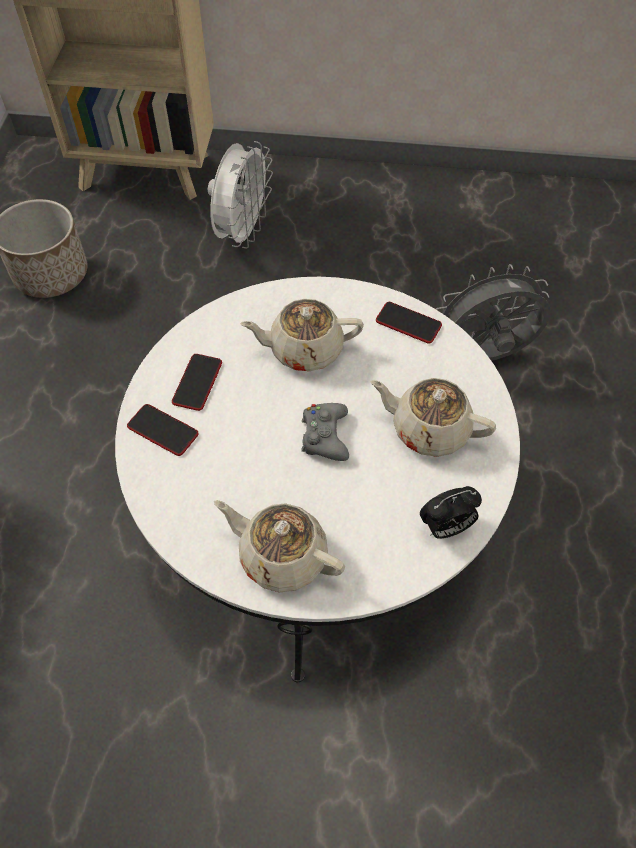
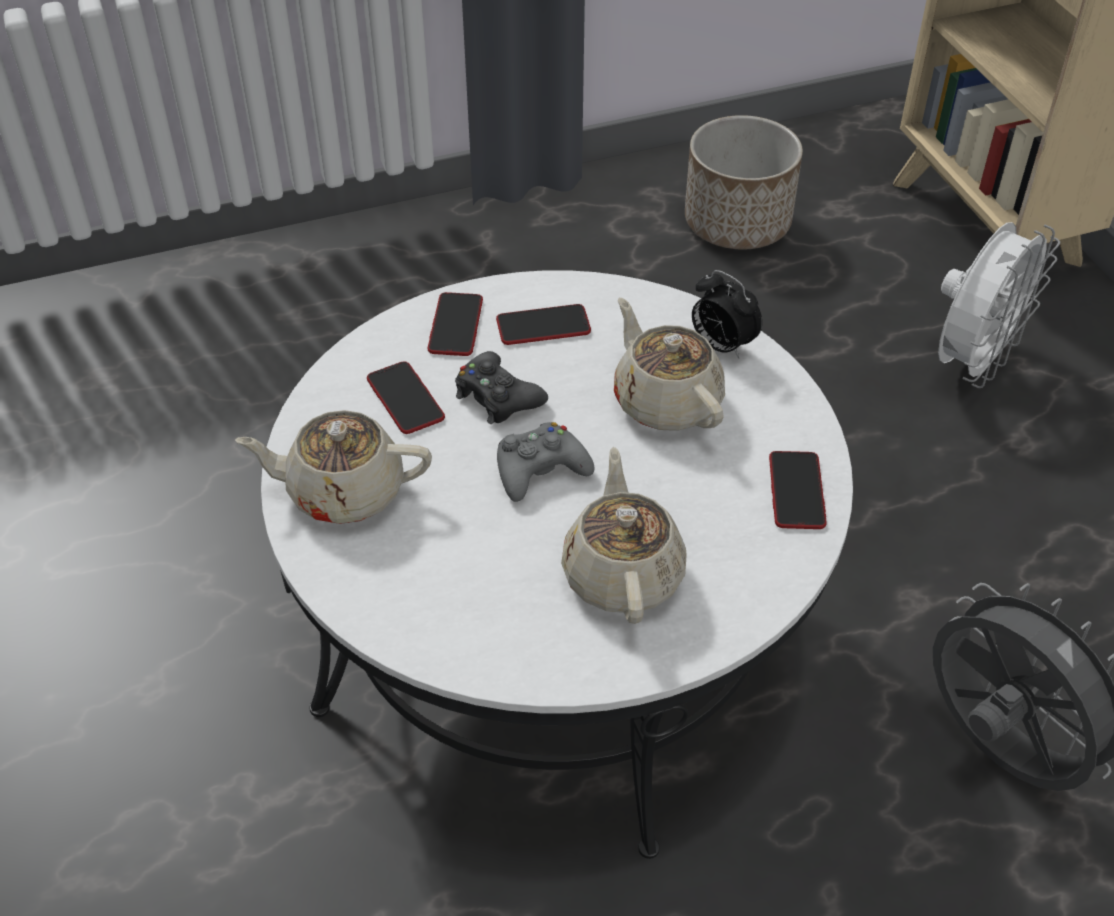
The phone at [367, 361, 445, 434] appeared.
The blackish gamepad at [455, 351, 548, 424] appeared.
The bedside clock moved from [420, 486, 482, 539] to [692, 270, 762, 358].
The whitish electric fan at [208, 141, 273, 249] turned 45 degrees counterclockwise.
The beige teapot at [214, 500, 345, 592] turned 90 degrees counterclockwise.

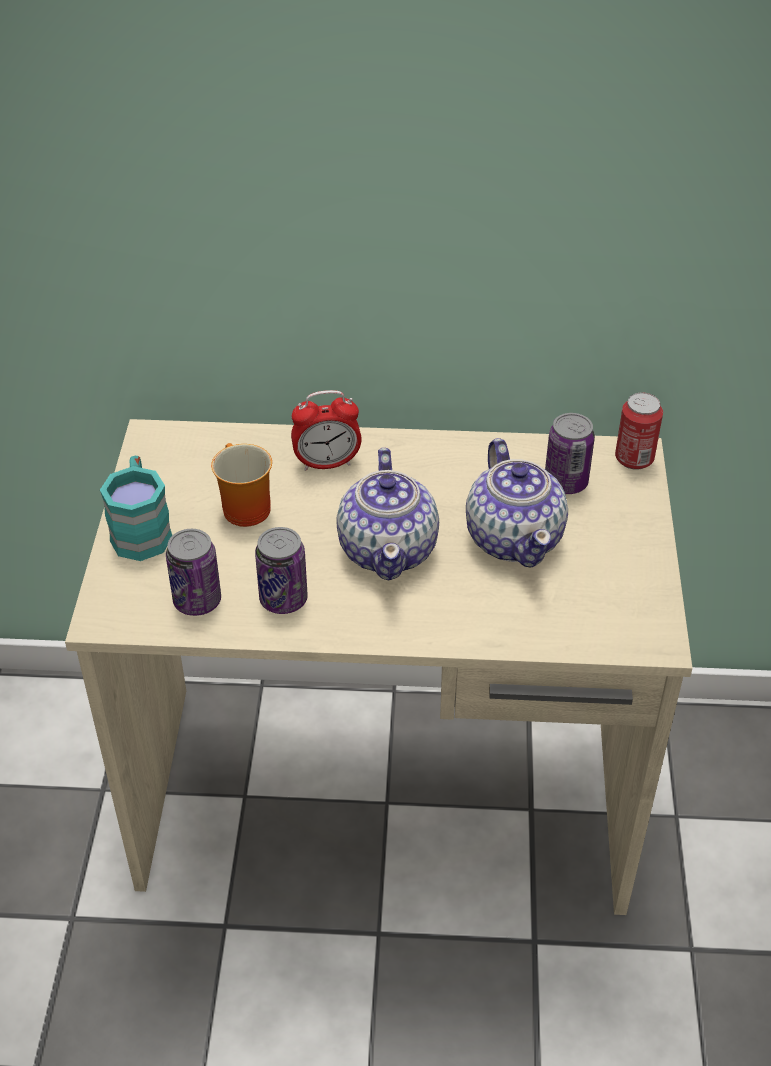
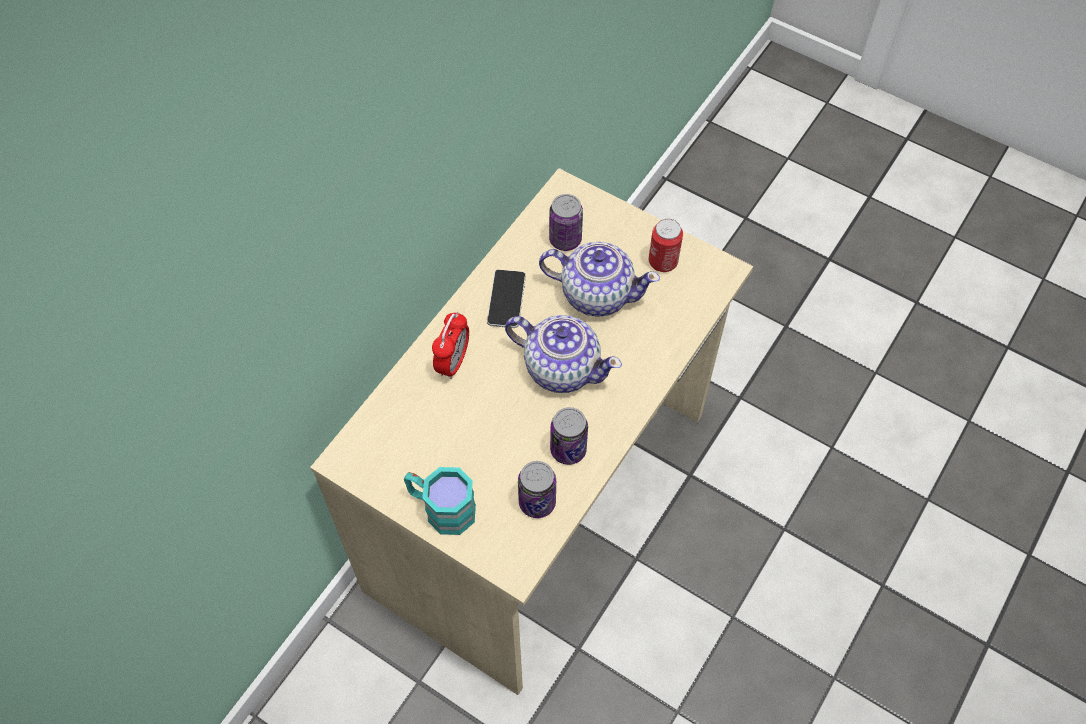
The tea mug at [211, 443, 272, 527] disappeared.
The phone at [487, 269, 526, 328] appeared.
The sealed can moved from [615, 392, 663, 470] to [649, 219, 683, 272].

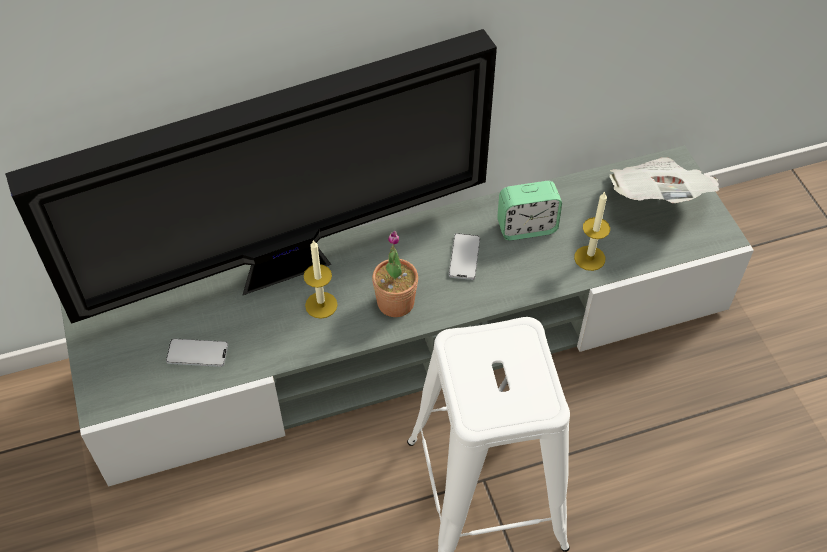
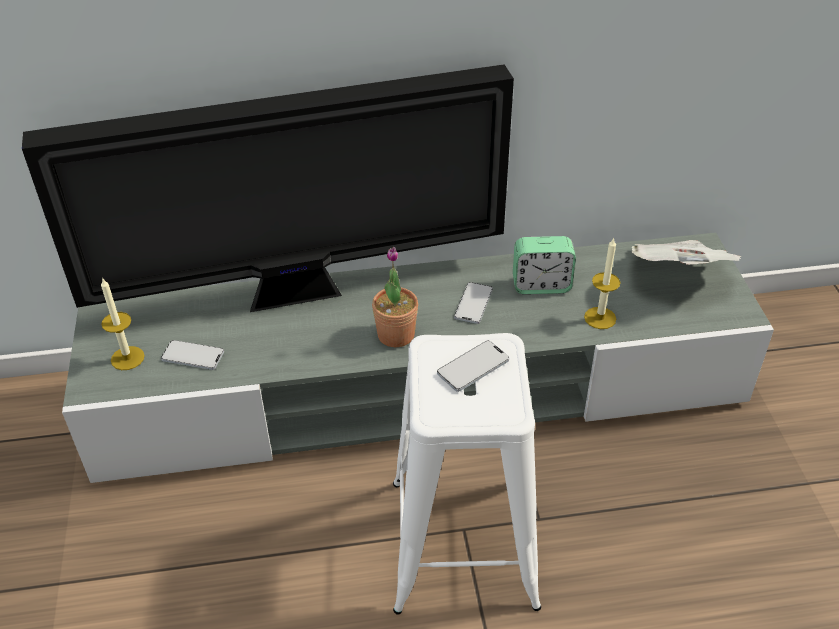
The phone at [437, 340, 509, 392] appeared.
The candle moved from [304, 240, 338, 319] to [101, 277, 145, 370].

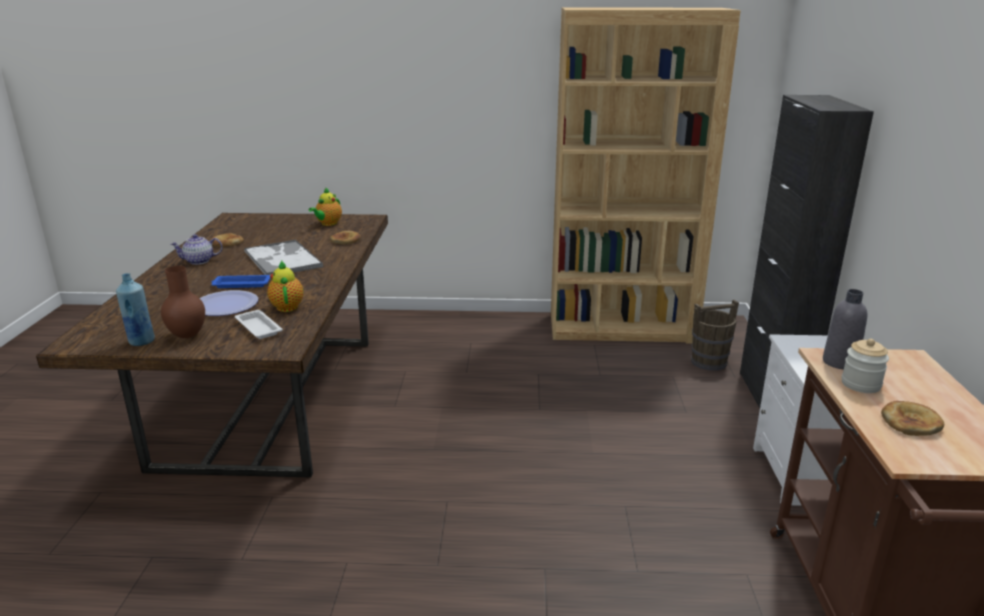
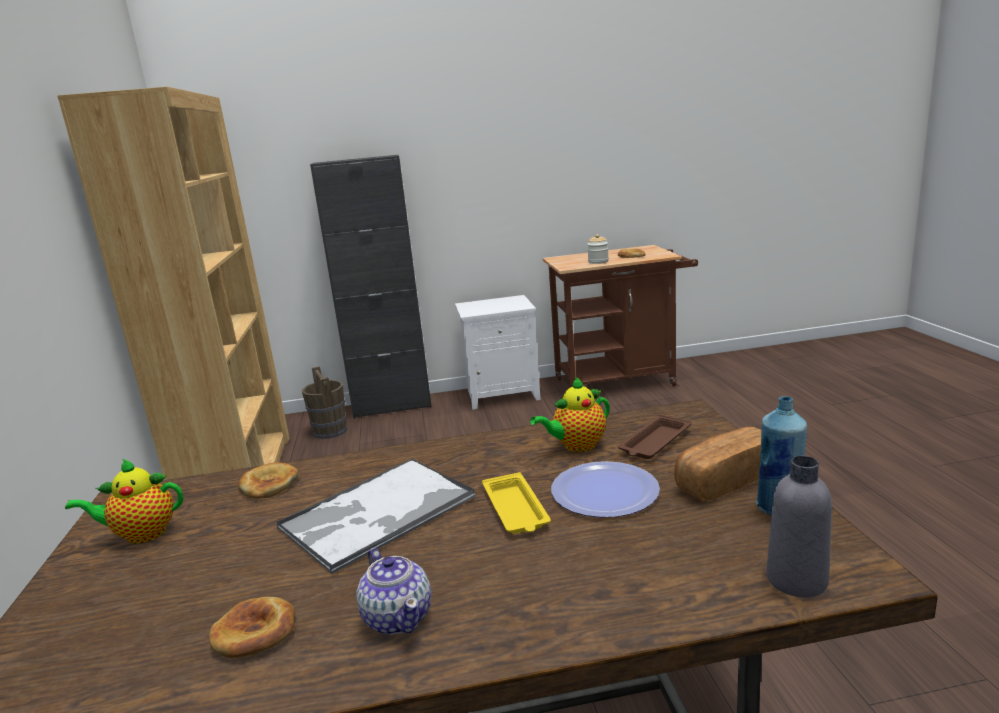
The greyish bottle moved from [823, 289, 867, 370] to [766, 456, 832, 598].
The brown-coloured vase at [161, 266, 205, 338] was replaced by the bakery bread at [674, 427, 762, 501].
The blue-coloured carrying tray at [211, 274, 271, 288] became the yellow carrying tray at [482, 472, 551, 534].
The whitish carrying tray at [235, 310, 283, 339] became the brown-coloured carrying tray at [618, 414, 692, 459].
The teapot at [309, 187, 342, 226] turned 150 degrees clockwise.

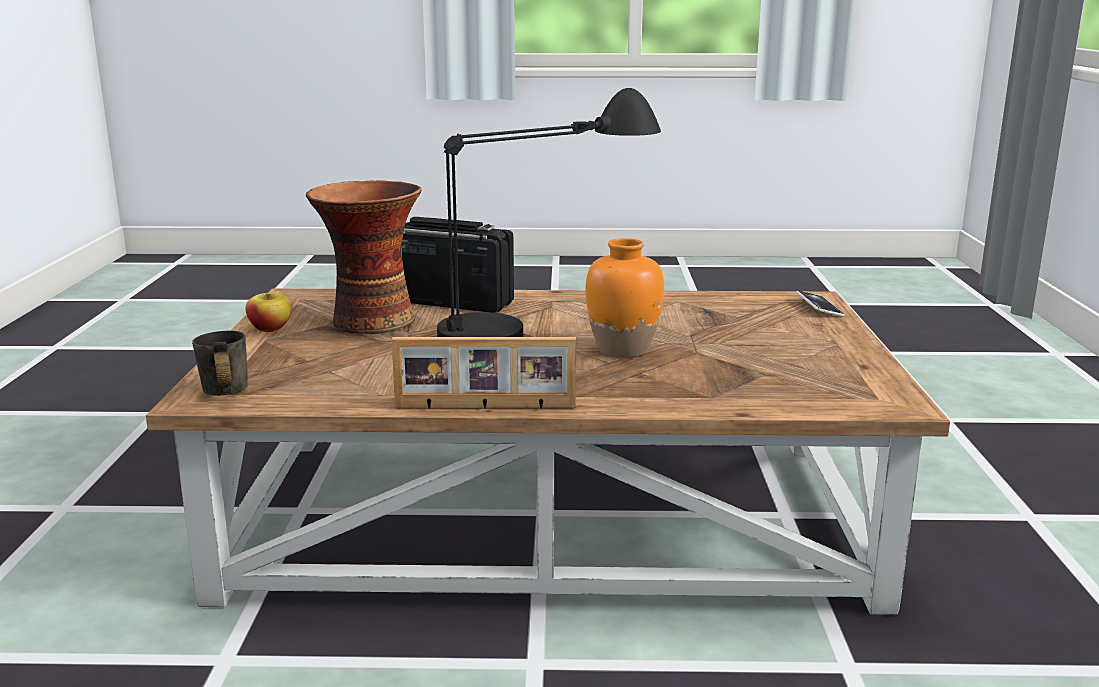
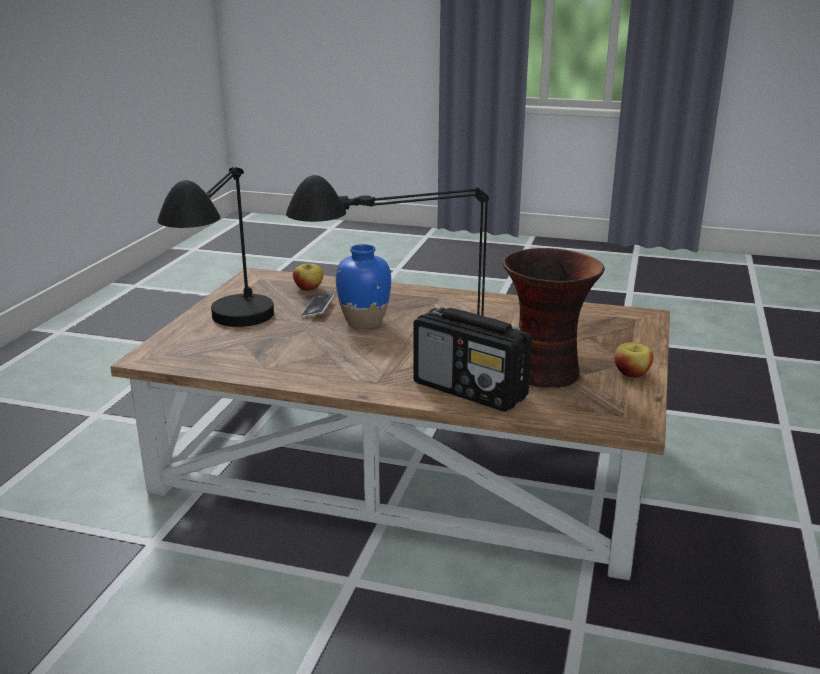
The greyish tea mug at [192, 331, 248, 396] disappeared.
The picture frame at [391, 337, 576, 409] disappeared.
The blackish tabletop lamp at [157, 167, 274, 327] appeared.
The apple fruit at [293, 264, 323, 291] appeared.
The phone moved from [796, 291, 845, 317] to [301, 294, 334, 318].
The orange-coloured vase at [585, 238, 664, 358] became the blue-coloured vase at [336, 244, 391, 329].

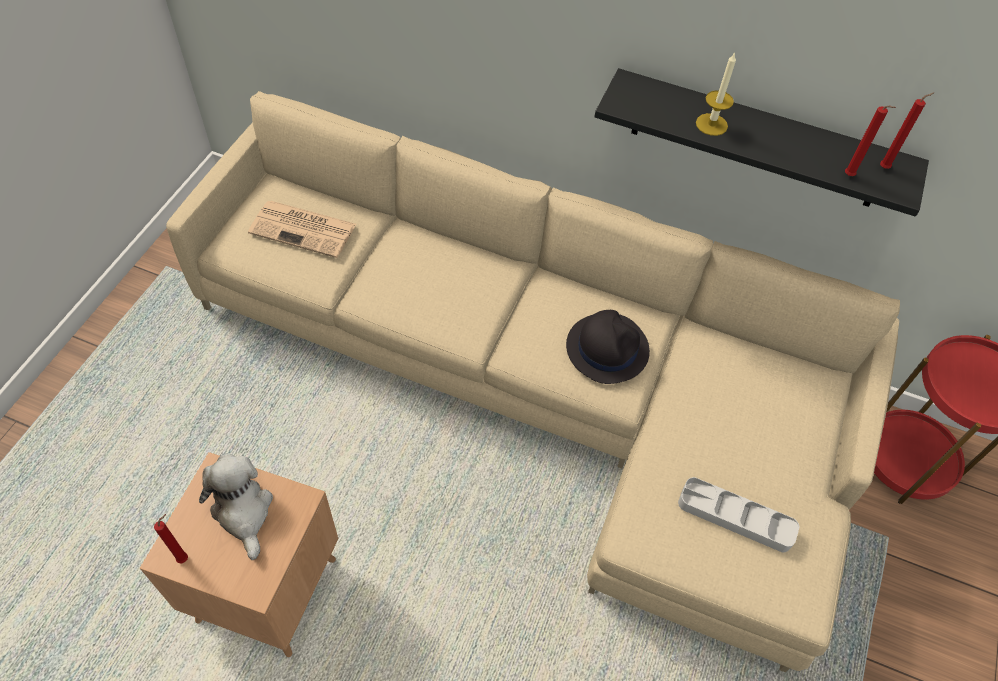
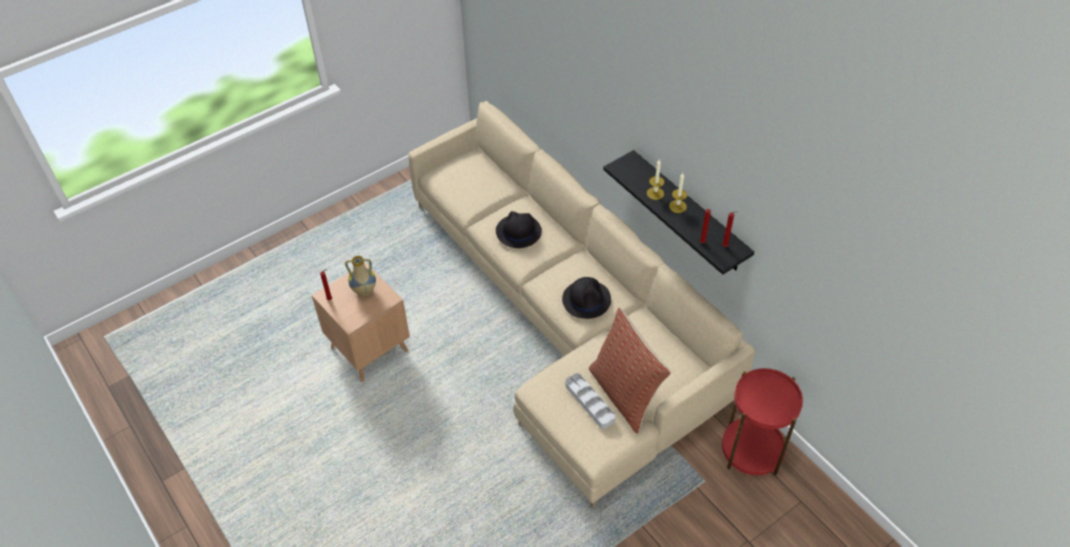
The printed paper at [248, 201, 356, 258] disappeared.
The blackish clothing hat at [496, 211, 542, 248] appeared.
The pillow at [589, 308, 671, 433] appeared.
The candle at [669, 173, 687, 213] appeared.
The soft toy at [199, 453, 273, 560] was replaced by the vase at [345, 256, 376, 297].

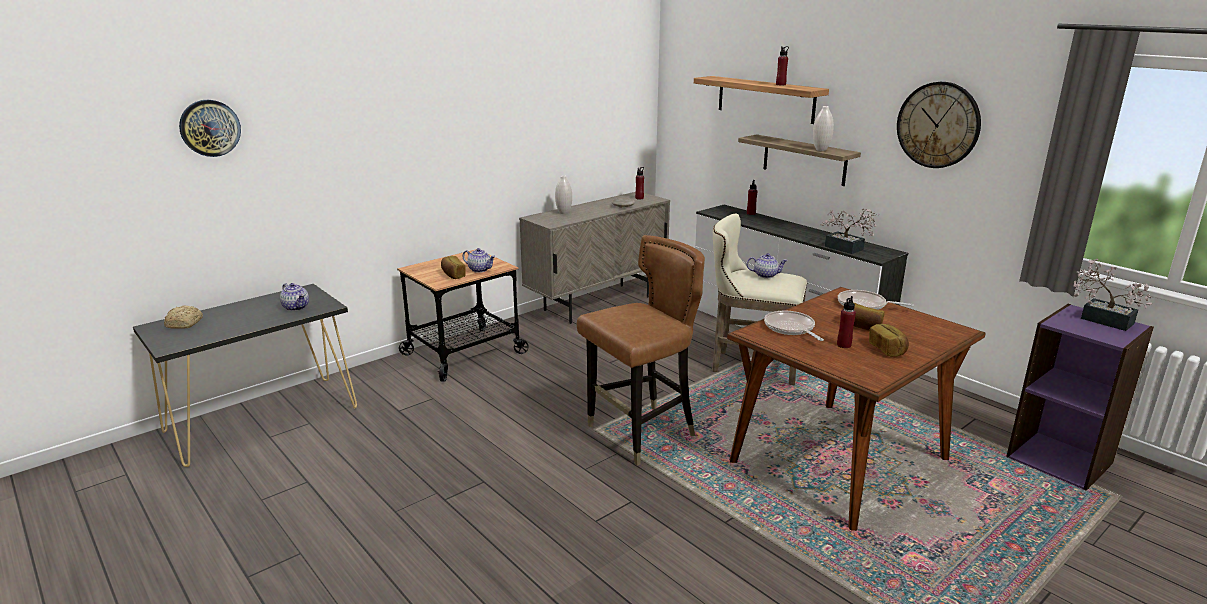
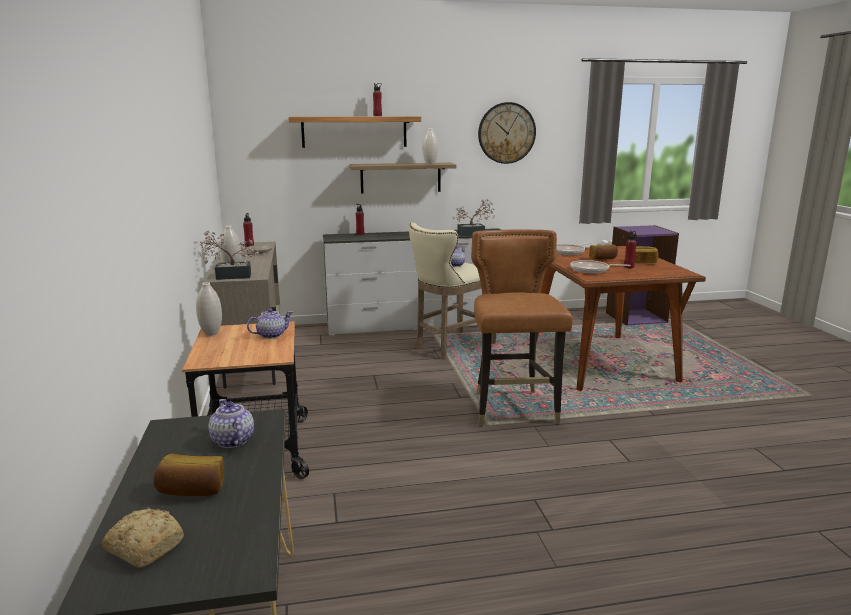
The wall clock at [179, 100, 241, 157] disappeared.
The whitish vase at [196, 282, 222, 336] appeared.
The bakery bread moved from [441, 256, 465, 279] to [153, 454, 224, 496].
The houseplant moved from [1074, 258, 1152, 331] to [199, 230, 259, 280].
The teapot at [280, 283, 309, 311] turned 105 degrees counterclockwise.

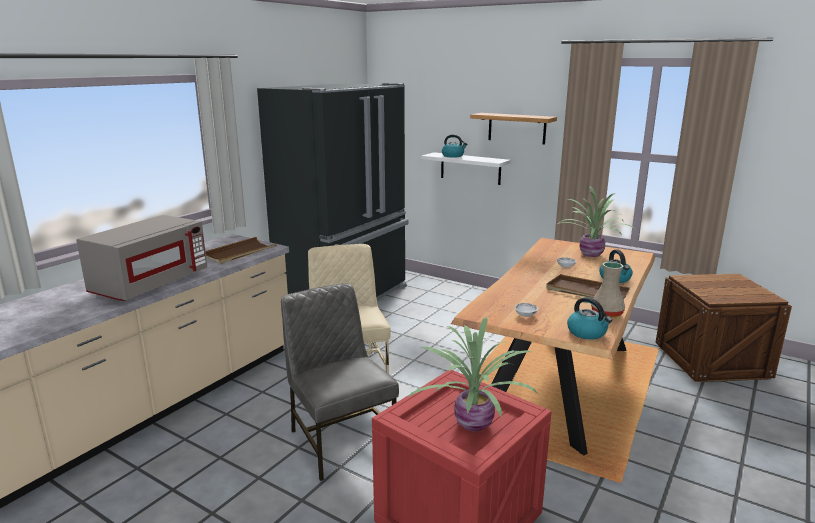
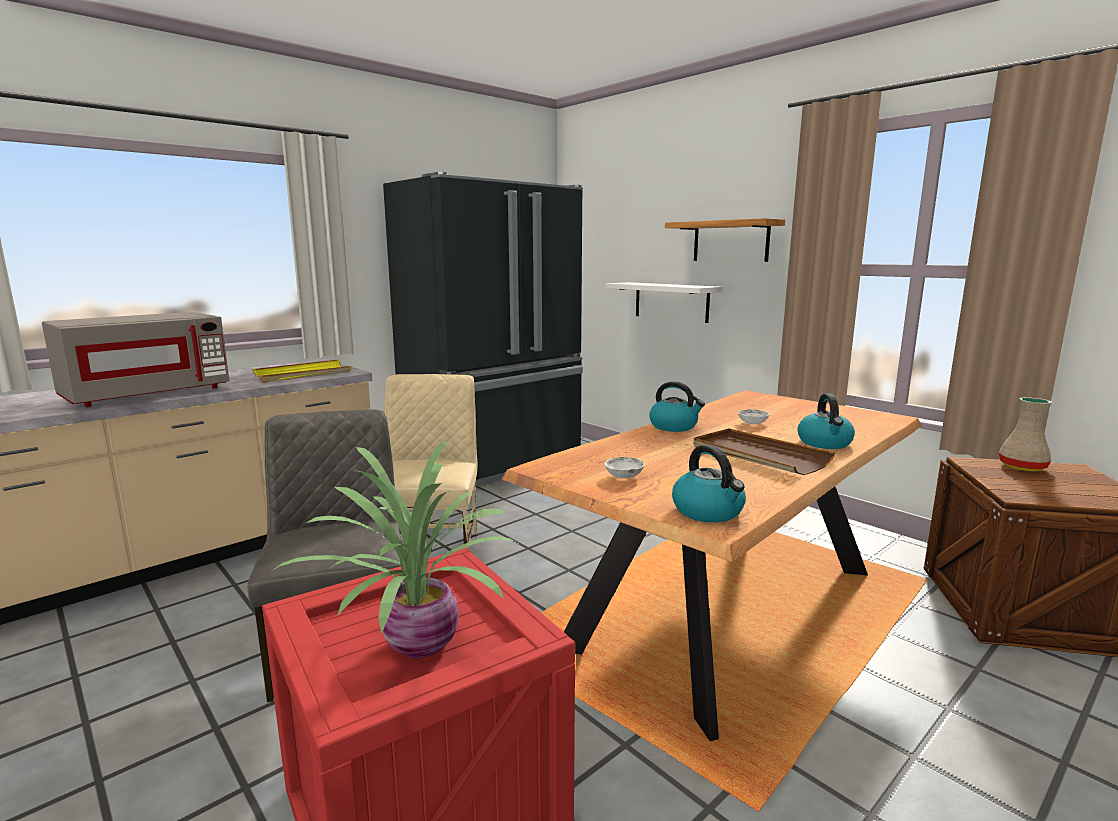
The houseplant at [557, 186, 636, 257] disappeared.
The water kettle moved from [442, 134, 467, 158] to [649, 381, 705, 432].
The beige vase moved from [591, 262, 625, 318] to [999, 397, 1052, 471].
The brown-coloured carrying tray at [205, 237, 277, 264] became the yellow carrying tray at [253, 359, 352, 383].

